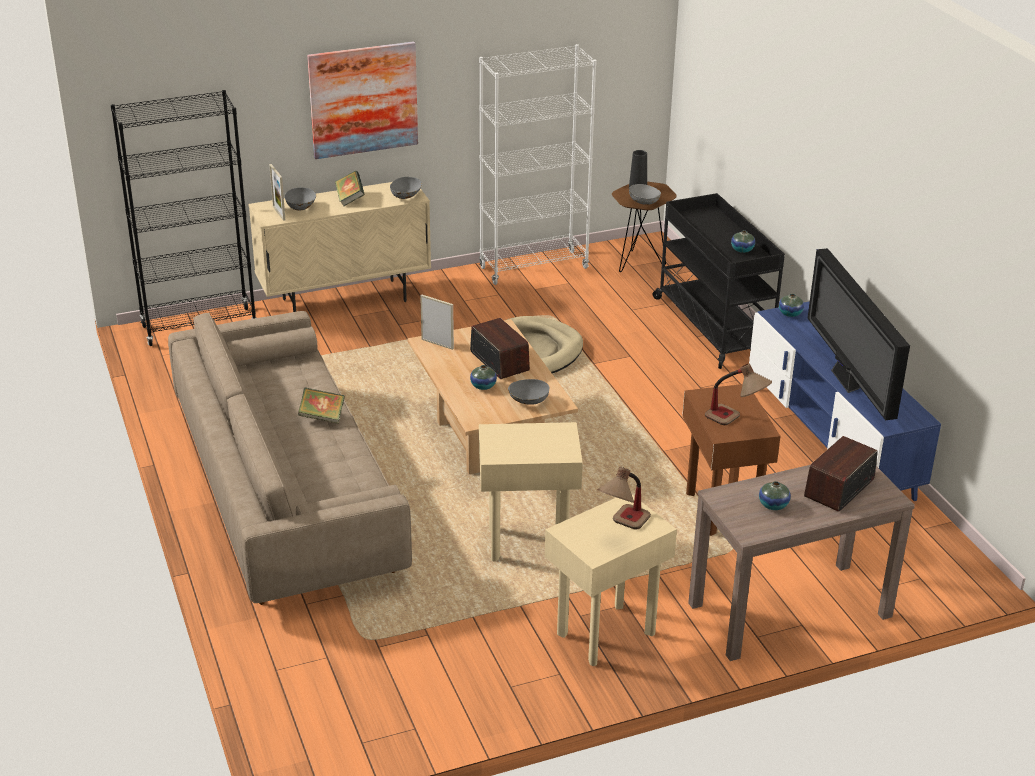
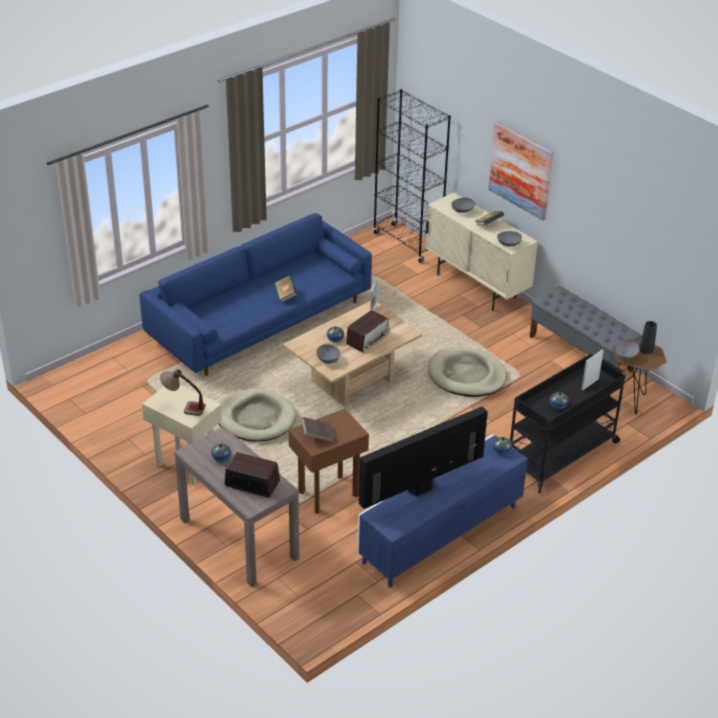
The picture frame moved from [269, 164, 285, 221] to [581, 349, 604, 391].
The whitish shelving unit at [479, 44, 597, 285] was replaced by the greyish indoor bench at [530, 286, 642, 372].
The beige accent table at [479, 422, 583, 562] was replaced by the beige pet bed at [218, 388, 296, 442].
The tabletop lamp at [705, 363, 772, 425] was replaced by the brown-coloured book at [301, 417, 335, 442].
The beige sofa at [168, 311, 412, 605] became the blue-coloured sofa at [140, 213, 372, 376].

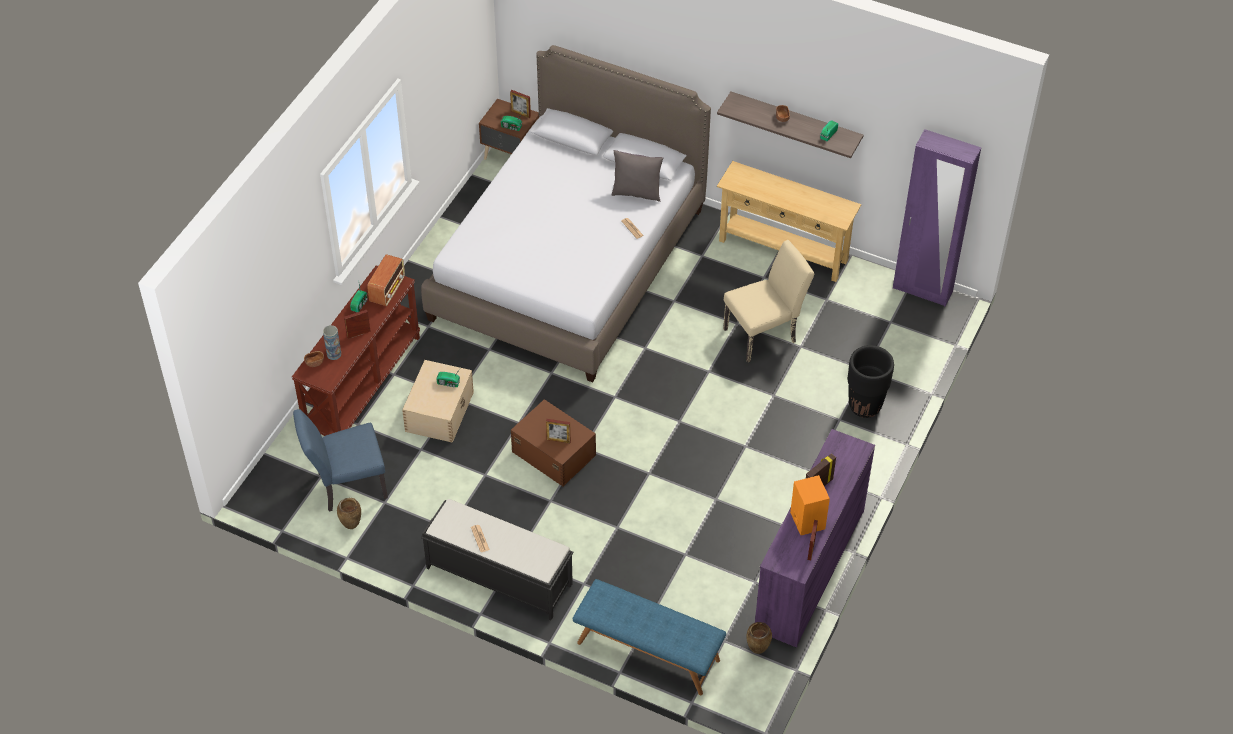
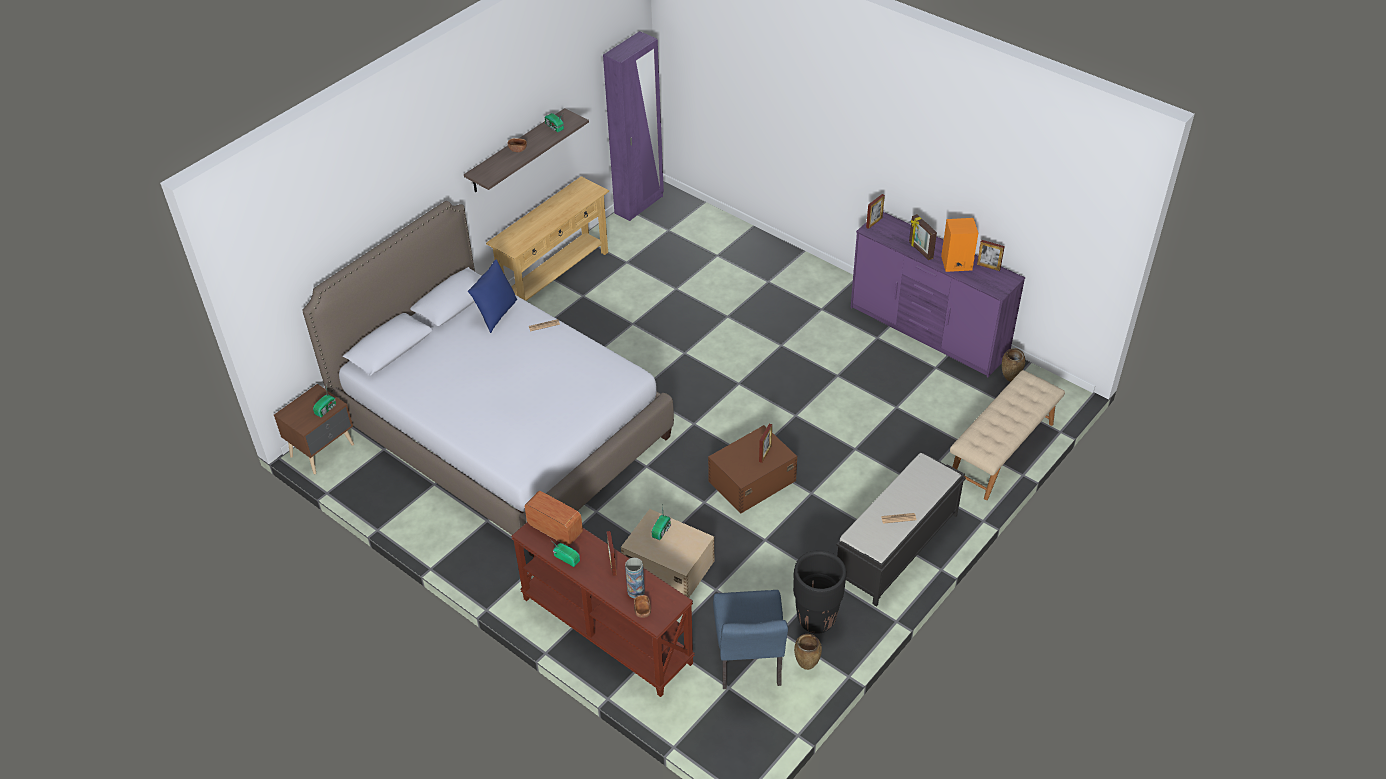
The beige upright chair at [723, 240, 814, 363] disappeared.
The picture frame moved from [510, 90, 531, 118] to [866, 194, 885, 229].
The blackish planter moved from [848, 345, 894, 418] to [793, 550, 846, 634].
The blue-coloured indoor bench at [573, 579, 726, 695] became the beige indoor bench at [950, 370, 1065, 500].
The greyish pillow at [612, 150, 664, 202] became the blue-coloured pillow at [468, 259, 517, 333].

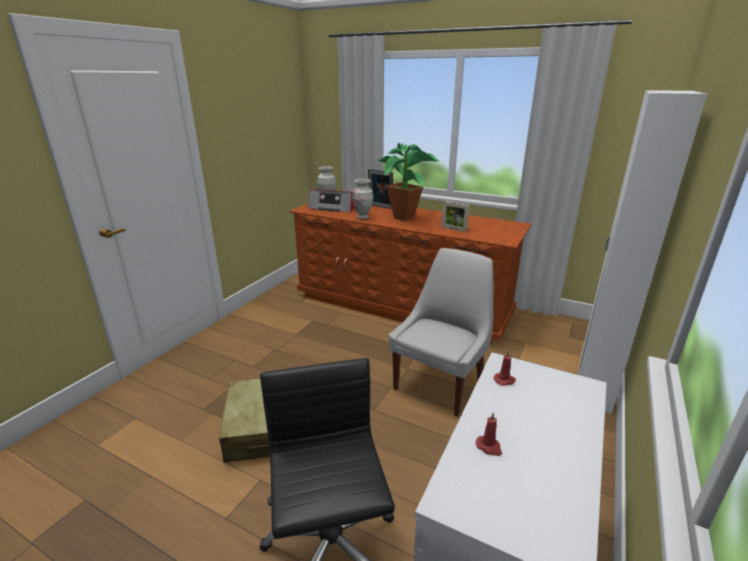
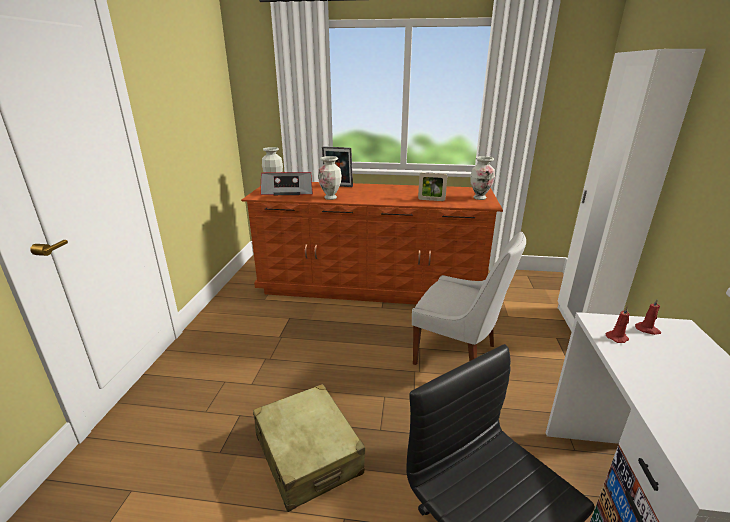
The houseplant at [378, 143, 439, 221] disappeared.
The vase at [470, 156, 495, 200] appeared.
The red-coloured candle moved from [476, 412, 502, 456] to [635, 298, 661, 335].
The whitish upright chair at [389, 248, 493, 417] turned 105 degrees clockwise.

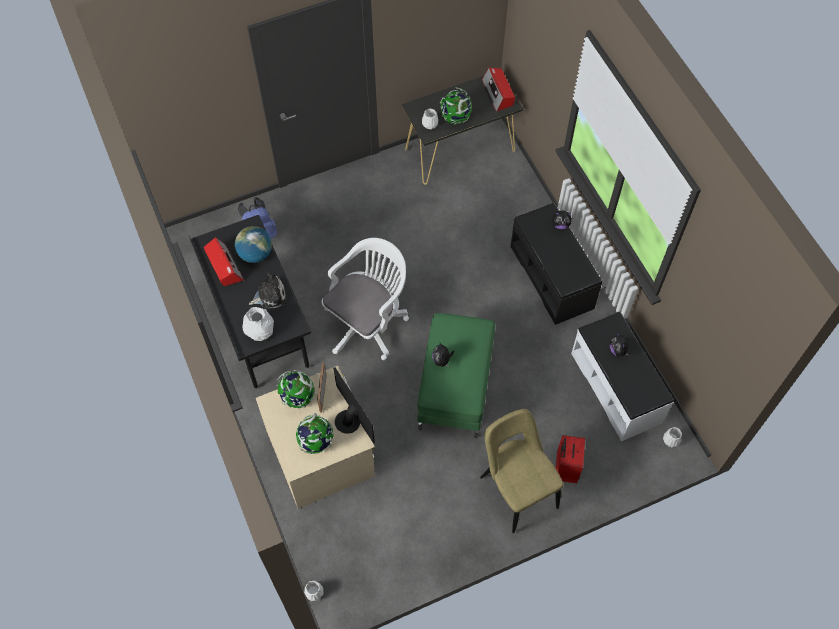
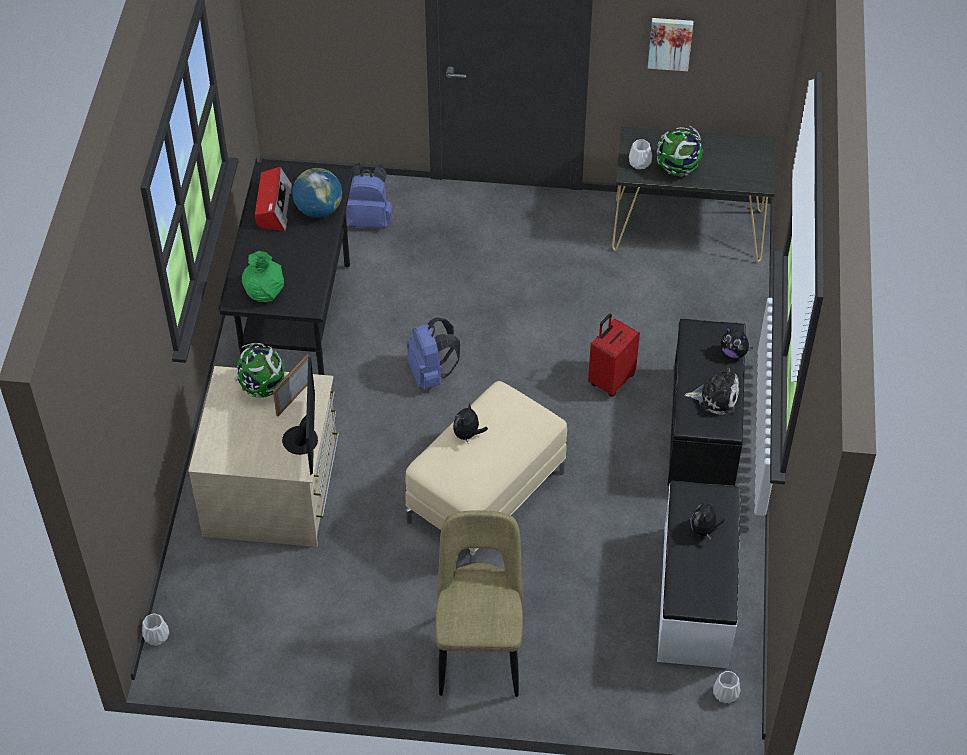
The desk globe at [296, 413, 334, 454] disappeared.
The radio at [482, 67, 515, 112] disappeared.
The wall art at [648, 18, 693, 71] appeared.
The soft toy moved from [249, 272, 287, 309] to [685, 365, 739, 415].
The red-coloured piece of luggage moved from [556, 435, 585, 483] to [588, 313, 640, 397].
The whitish computer chair at [322, 238, 409, 360] was replaced by the blue-coloured knapsack at [407, 317, 460, 389].
The whitish vase at [243, 307, 274, 341] became the green vase at [242, 251, 284, 302].
The green footrest at [418, 313, 495, 438] became the beige footrest at [405, 381, 567, 564].

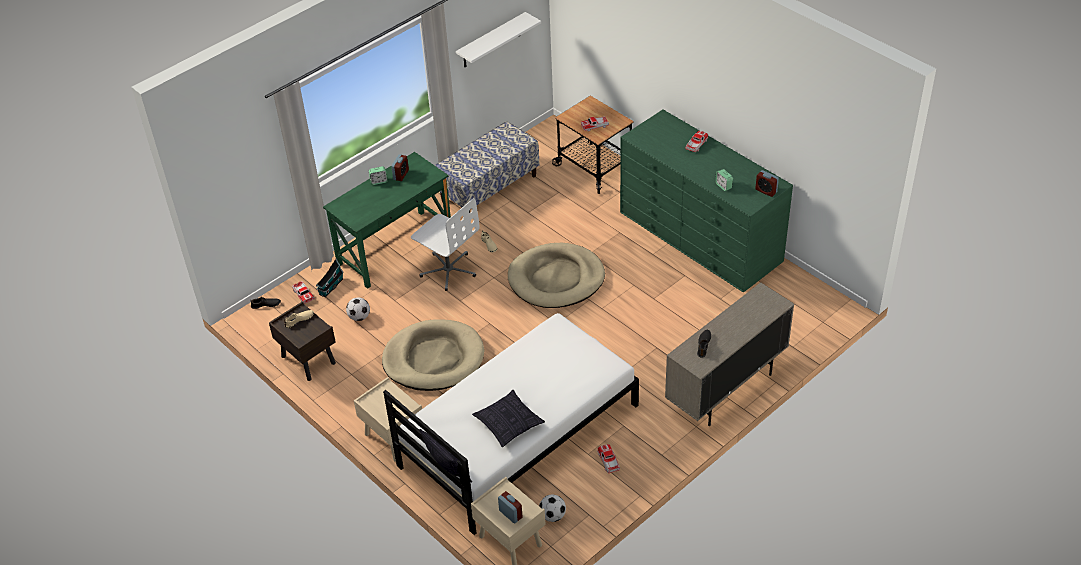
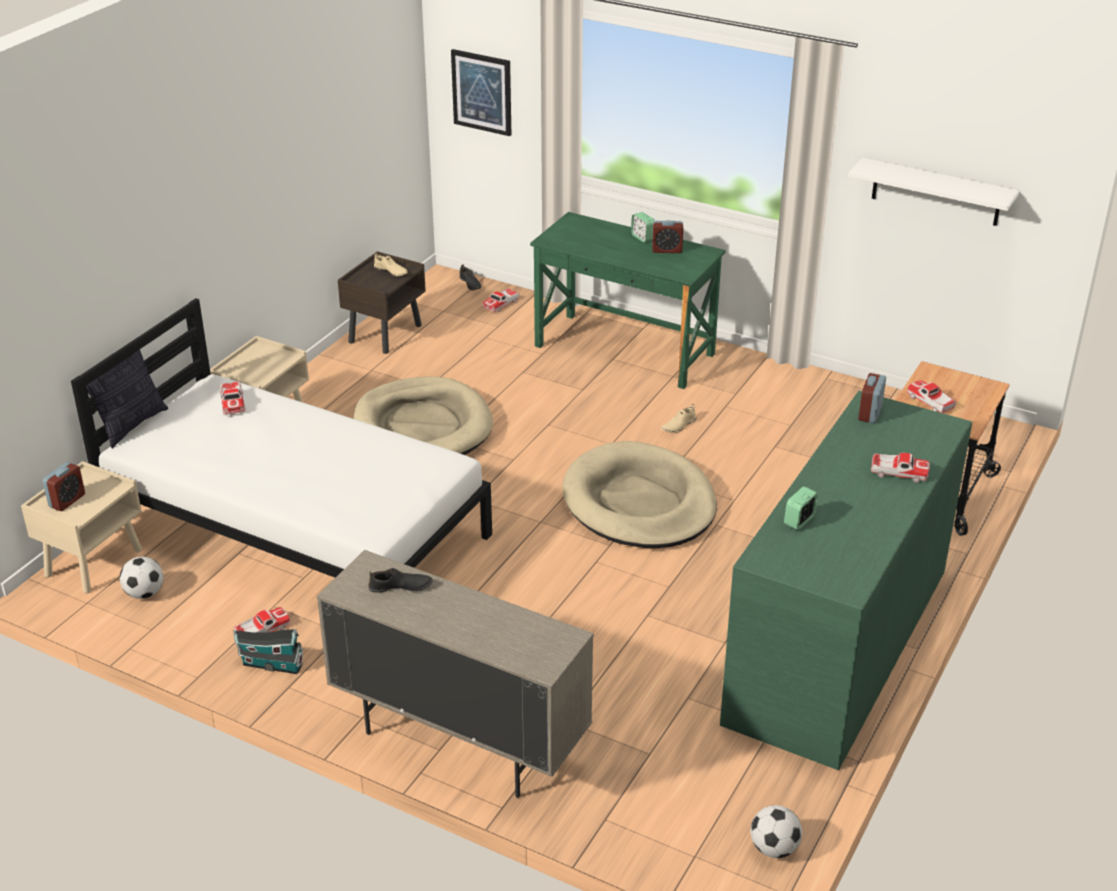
The whitish computer chair at [411, 198, 480, 291] disappeared.
The indoor bench at [435, 121, 539, 213] disappeared.
The pillow at [472, 390, 545, 447] disappeared.
The miniature car at [220, 382, 246, 414] appeared.
The wall art at [451, 49, 511, 136] appeared.
The model house moved from [316, 258, 344, 297] to [233, 629, 304, 674].
The ball for football moved from [346, 297, 370, 321] to [751, 805, 802, 858].
The bedside clock moved from [755, 170, 779, 197] to [858, 373, 886, 423].

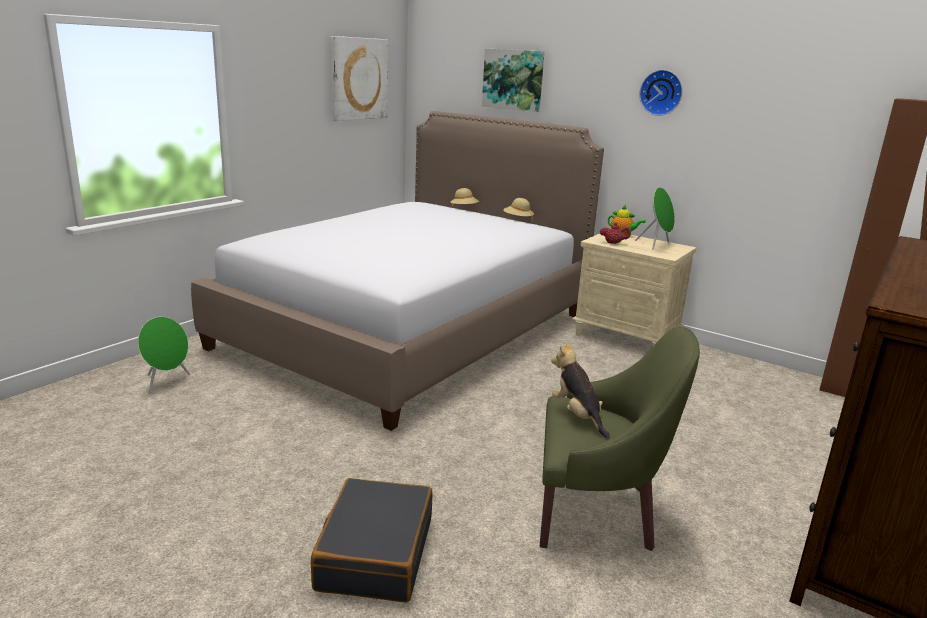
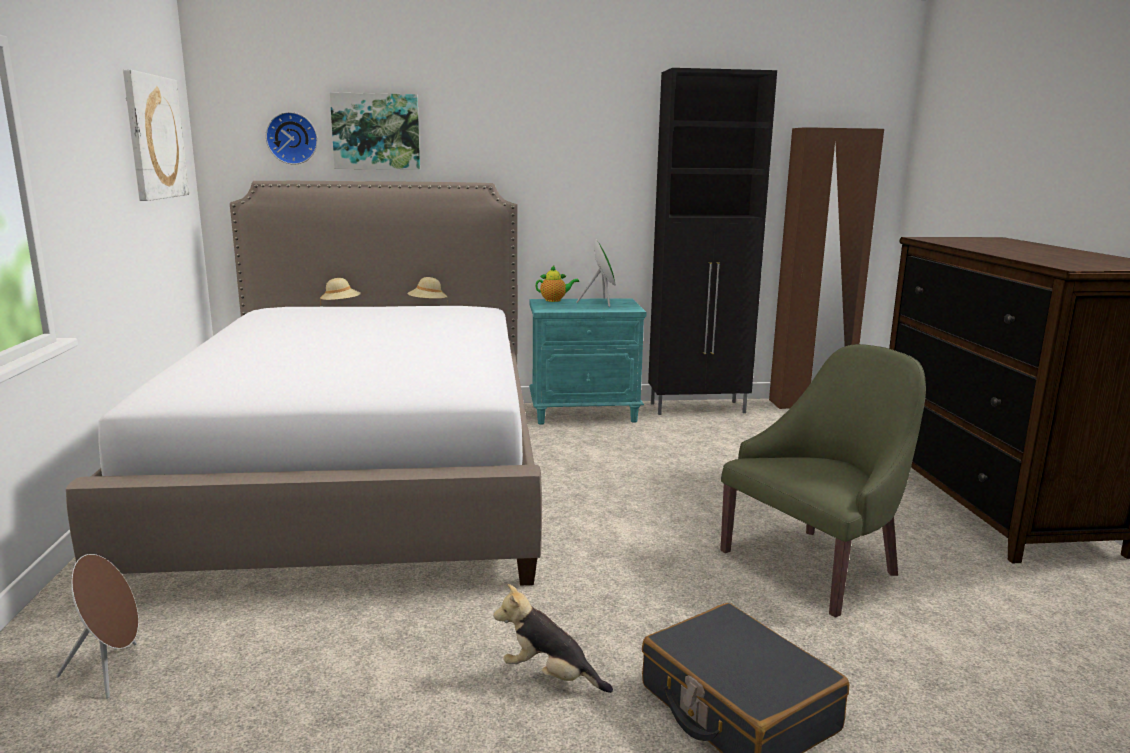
The red-coloured teapot at [600, 222, 631, 244] disappeared.
The blackish cabinet at [648, 68, 777, 415] appeared.
The soft toy moved from [551, 342, 610, 438] to [493, 584, 613, 693].
The wall clock moved from [639, 70, 683, 116] to [266, 112, 318, 165].
The green audio speaker at [138, 317, 190, 393] became the brown-coloured audio speaker at [56, 554, 139, 698].
The beige nightstand at [572, 234, 696, 346] became the turquoise nightstand at [529, 298, 647, 425].

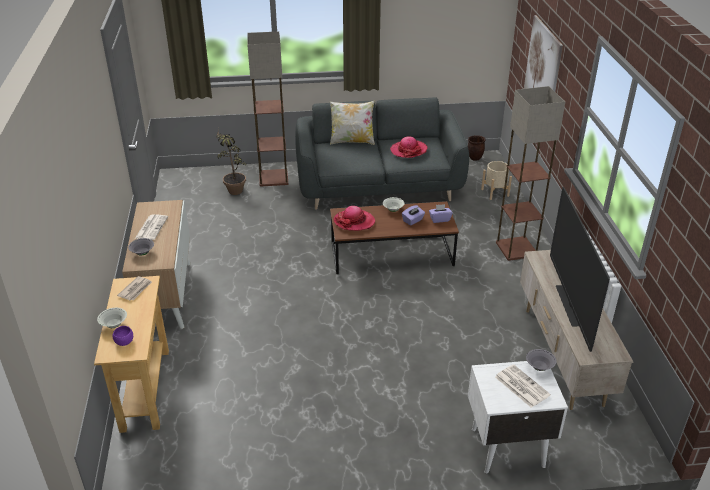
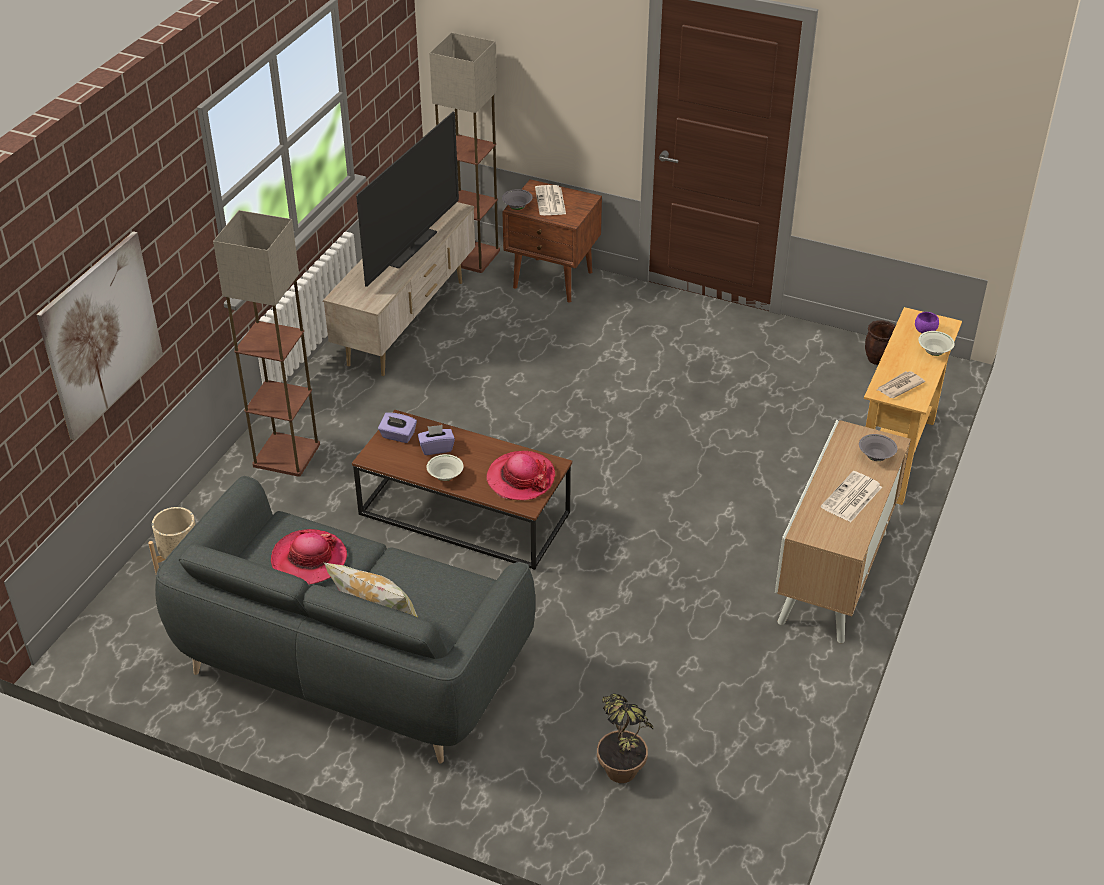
The standard lamp moved from [247, 31, 288, 187] to [429, 32, 500, 273].
The brown-coloured planter moved from [468, 135, 486, 161] to [865, 320, 896, 365].
The whitish nightstand at [468, 361, 568, 473] became the brown-coloured nightstand at [503, 179, 602, 302].

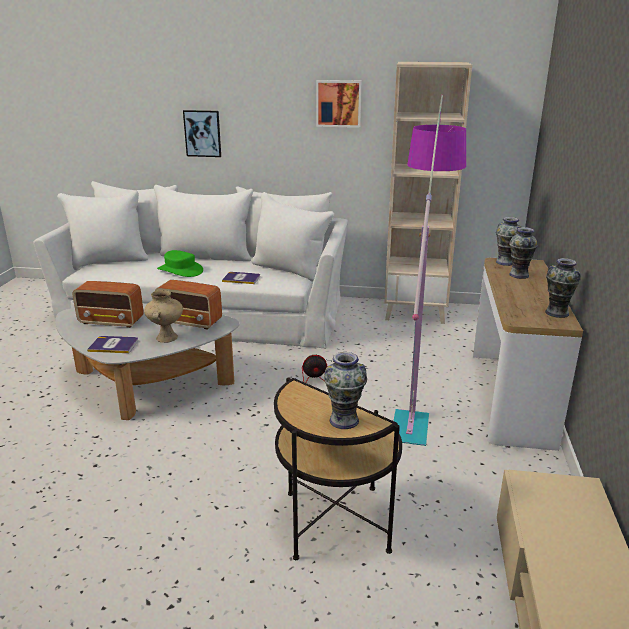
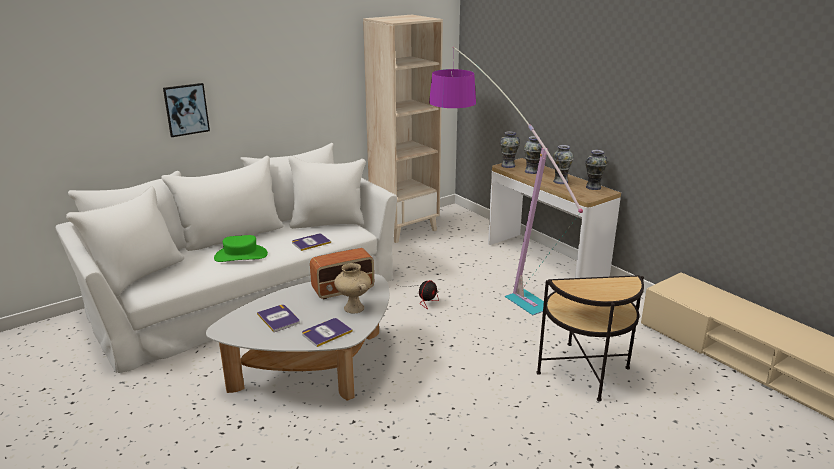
The wall art at [316, 80, 362, 128] disappeared.
The vase moved from [324, 352, 367, 429] to [553, 145, 574, 184].
The radio at [73, 281, 143, 328] was replaced by the book at [257, 304, 300, 332].

